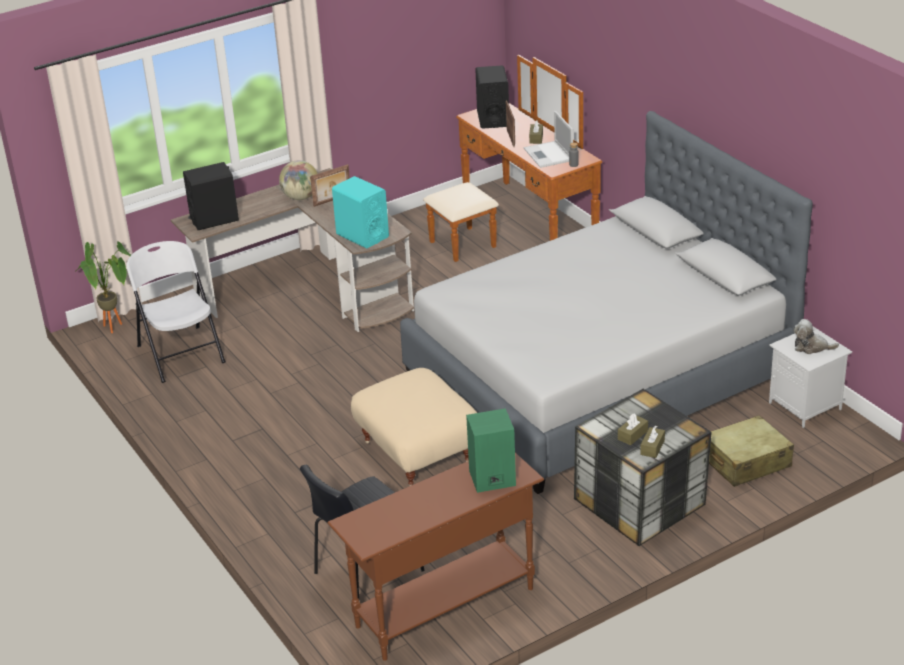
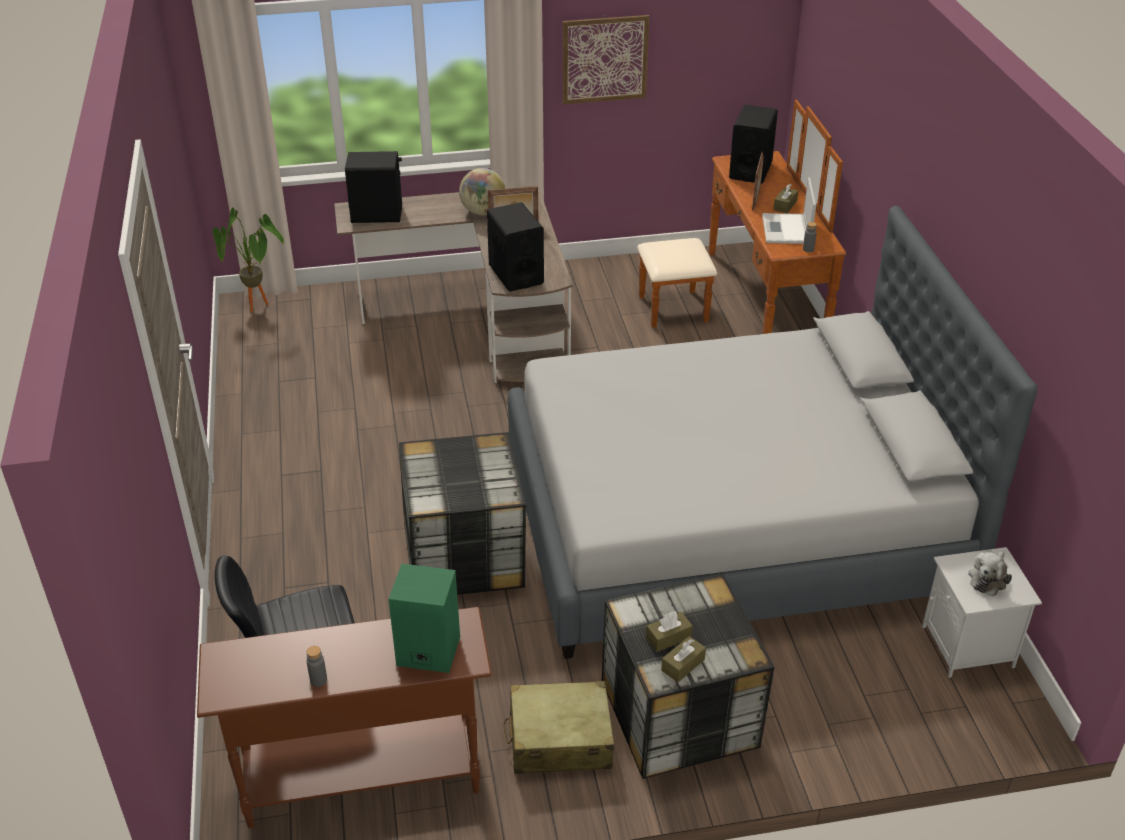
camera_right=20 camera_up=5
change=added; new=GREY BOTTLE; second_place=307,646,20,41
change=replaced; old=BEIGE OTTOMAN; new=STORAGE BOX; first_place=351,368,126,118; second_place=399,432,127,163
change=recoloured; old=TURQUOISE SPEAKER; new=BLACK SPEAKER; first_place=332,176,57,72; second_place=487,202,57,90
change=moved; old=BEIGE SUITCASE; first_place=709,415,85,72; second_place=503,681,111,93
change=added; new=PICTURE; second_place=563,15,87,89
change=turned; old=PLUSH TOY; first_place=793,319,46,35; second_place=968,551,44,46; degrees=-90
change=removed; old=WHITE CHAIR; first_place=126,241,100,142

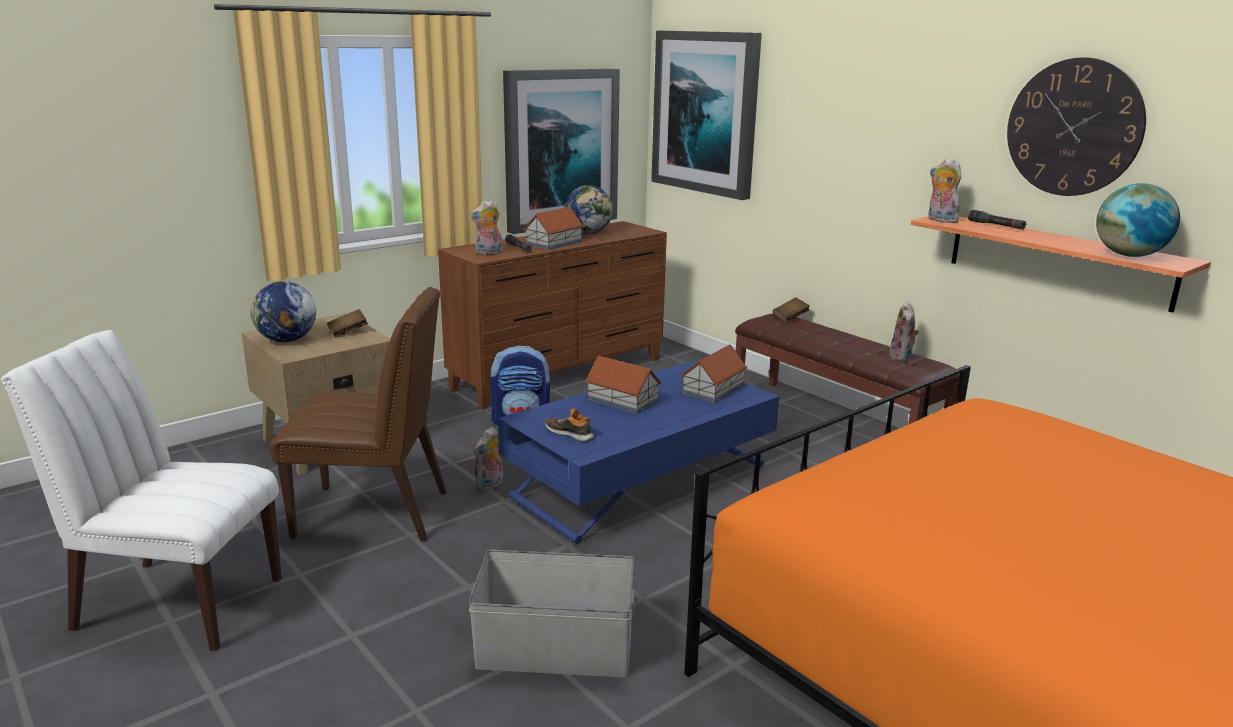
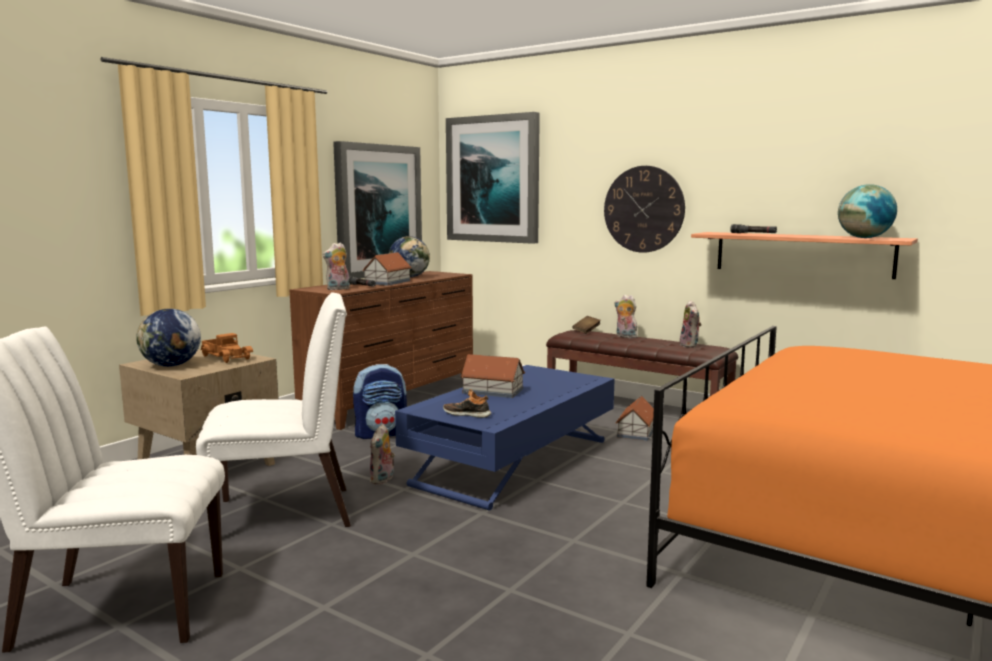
camera_right=-15 camera_up=-10
change=recoloured; old=BROWN CHAIR; new=WHITE CHAIR; first_place=270,287,177,254; second_place=196,292,155,235
change=replaced; old=BROWN BOOK; new=TOY TRUCK; first_place=327,309,41,29; second_place=201,333,52,30
change=moved; old=WALL CLOCK; first_place=1007,57,139,139; second_place=604,166,81,87
change=moved; old=PLUSH TOY; first_place=928,158,34,65; second_place=614,295,24,43
change=moved; old=TOY HOUSE; first_place=681,345,67,58; second_place=616,396,38,45
change=removed; old=GREY STORAGE BOX; first_place=469,549,166,128

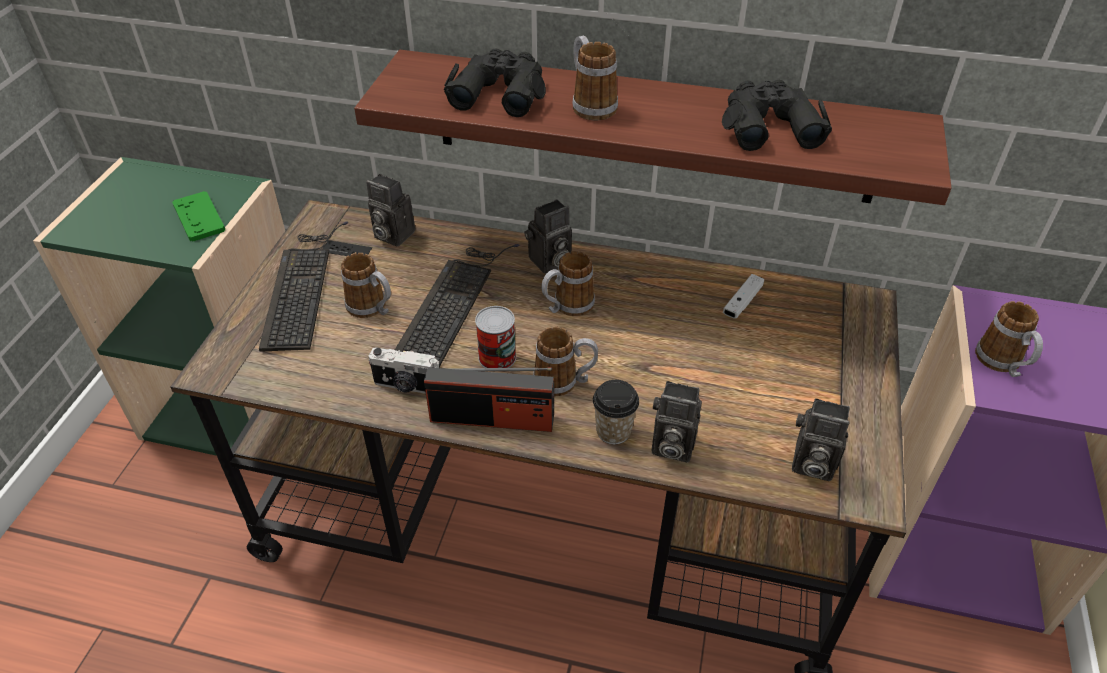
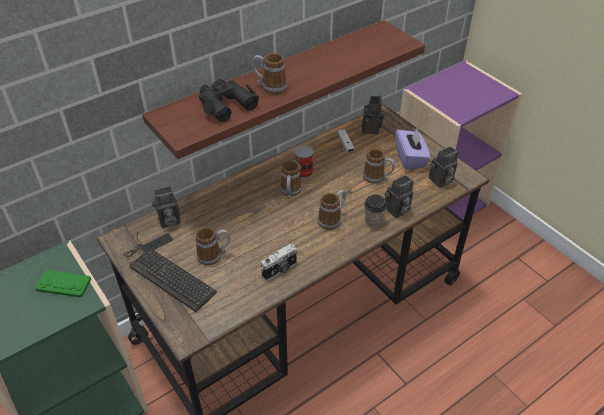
camera_right=-50 camera_up=0
change=moved; old=CAN; first_place=475,306,41,62; second_place=294,145,20,33
change=moved; old=PHOTO CAMERA; first_place=524,199,48,75; second_place=362,95,23,39
change=moved; old=MUG; first_place=975,301,68,76; second_place=363,149,32,35
change=added; new=PURPLE TISSUE BOX; second_place=395,128,36,42
change=removed; old=KEYBOARD; first_place=395,244,125,123
change=removed; old=RADIO; first_place=424,367,130,65
change=removed; old=BLACK BINOCULARS; first_place=722,80,110,71

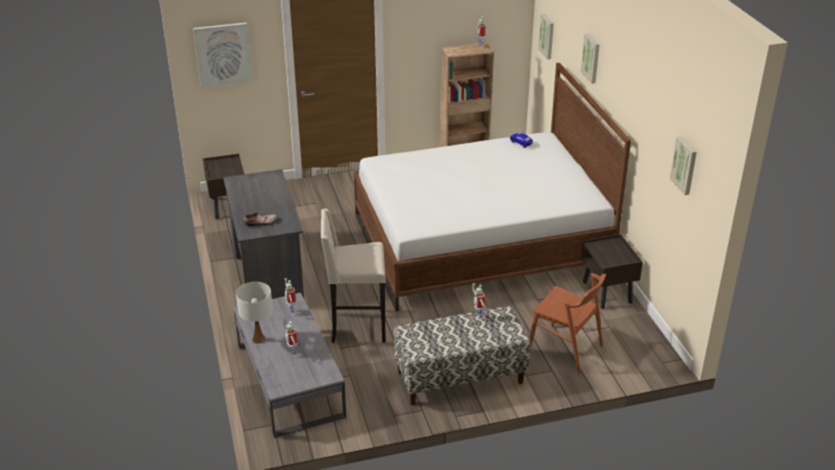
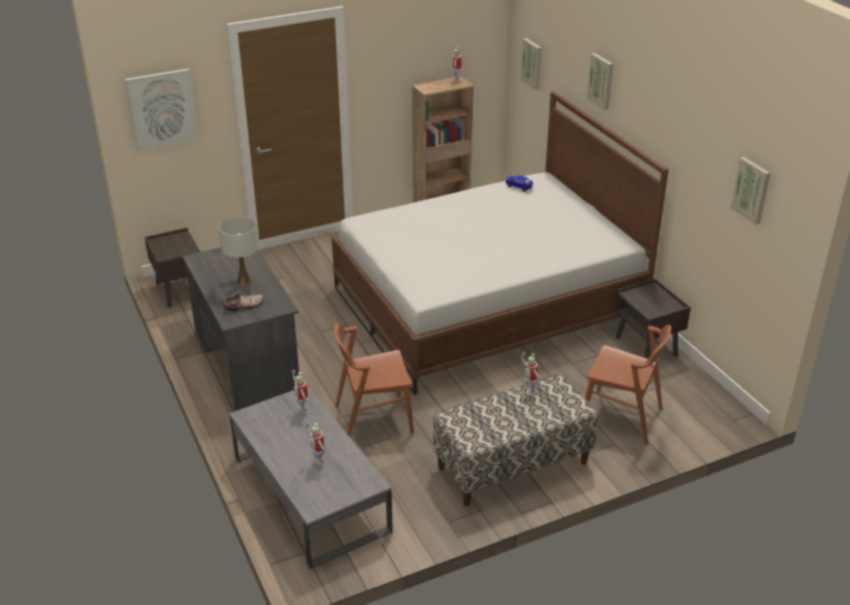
camera_right=-10 camera_up=0
change=moved; old=WHITE TABLE LAMP; first_place=236,282,37,62; second_place=219,216,40,69
change=replaced; old=BEIGE STOOL; new=BROWN CHAIR; first_place=321,209,65,134; second_place=334,323,80,114

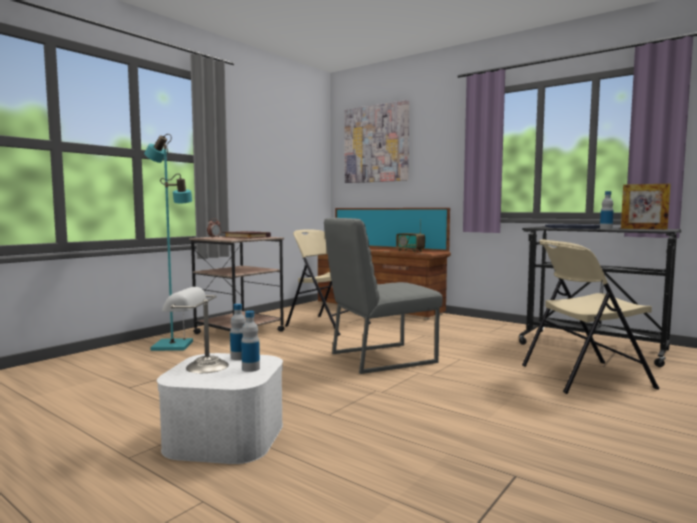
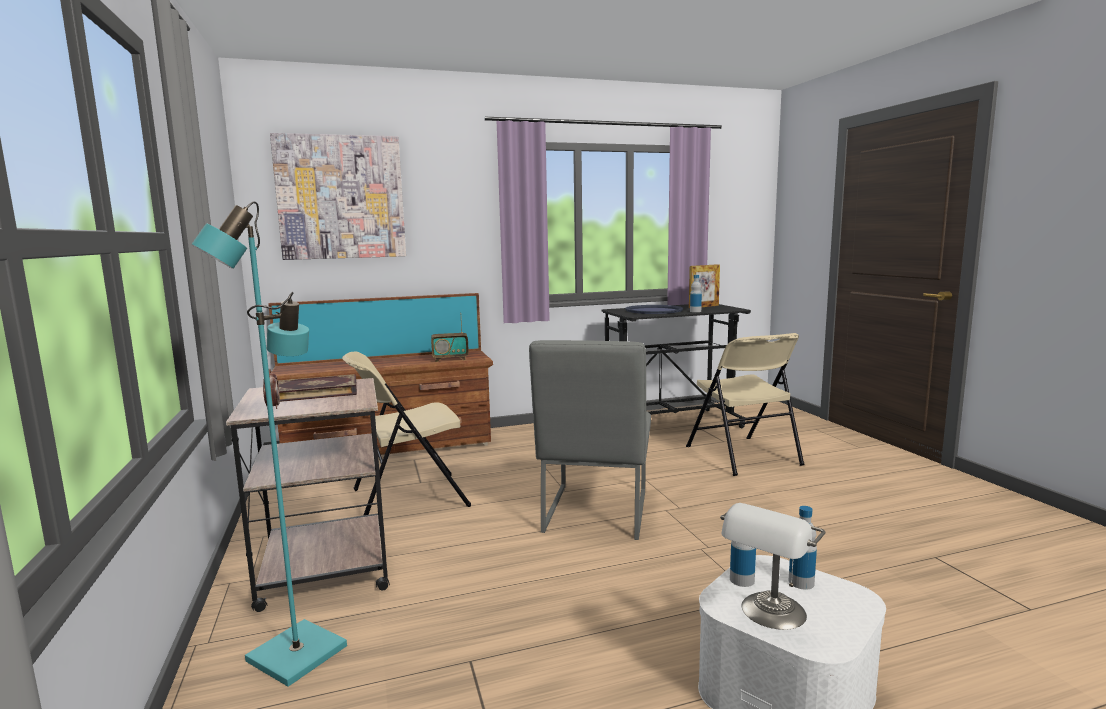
camera_right=-55 camera_up=5
change=turned; old=BEIGE CHAIR; first_place=522,239,137,155; second_place=686,333,119,143; degrees=-45

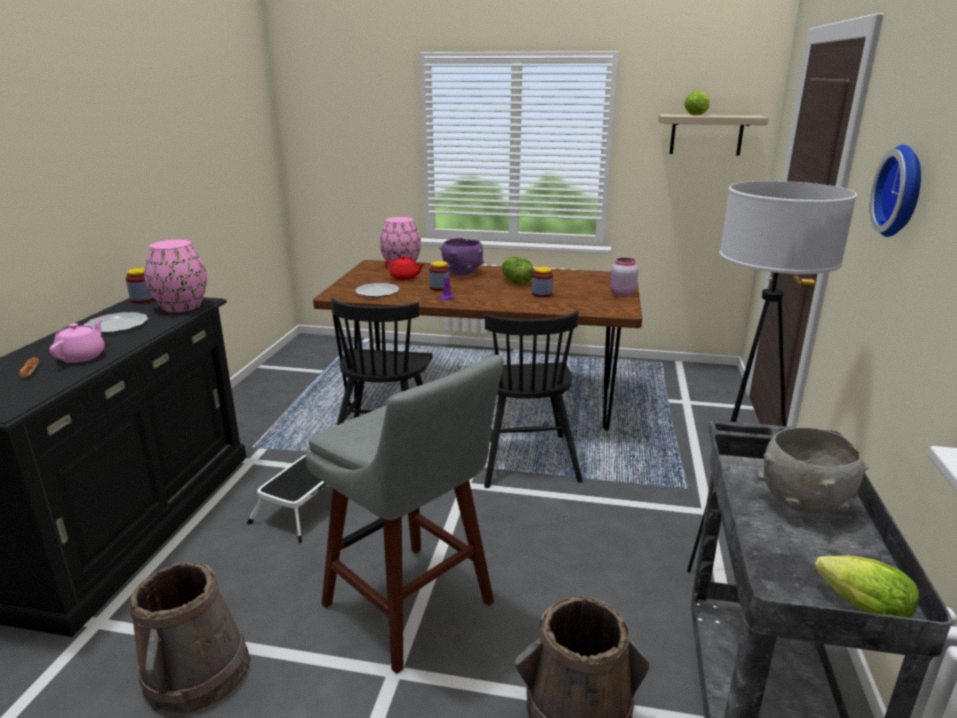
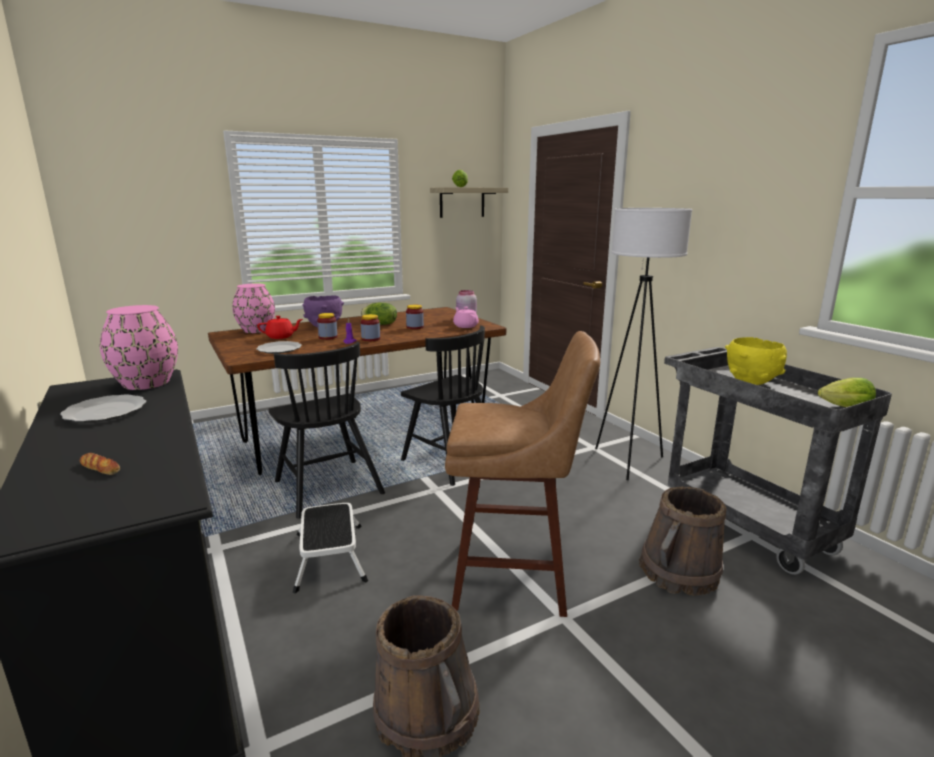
camera_right=-40 camera_up=-5
change=moved; old=JAR; first_place=126,268,29,36; second_place=361,314,19,27
change=recoloured; old=GREY STOOL; new=BROWN STOOL; first_place=306,355,198,319; second_place=445,331,155,286
change=moved; old=PINK TEAPOT; first_place=49,318,56,45; second_place=453,307,26,21
change=recoloured; old=GREY BOWL; new=YELLOW BOWL; first_place=757,428,112,86; second_place=725,337,62,48
change=removed; old=WALL CLOCK; first_place=870,145,51,92

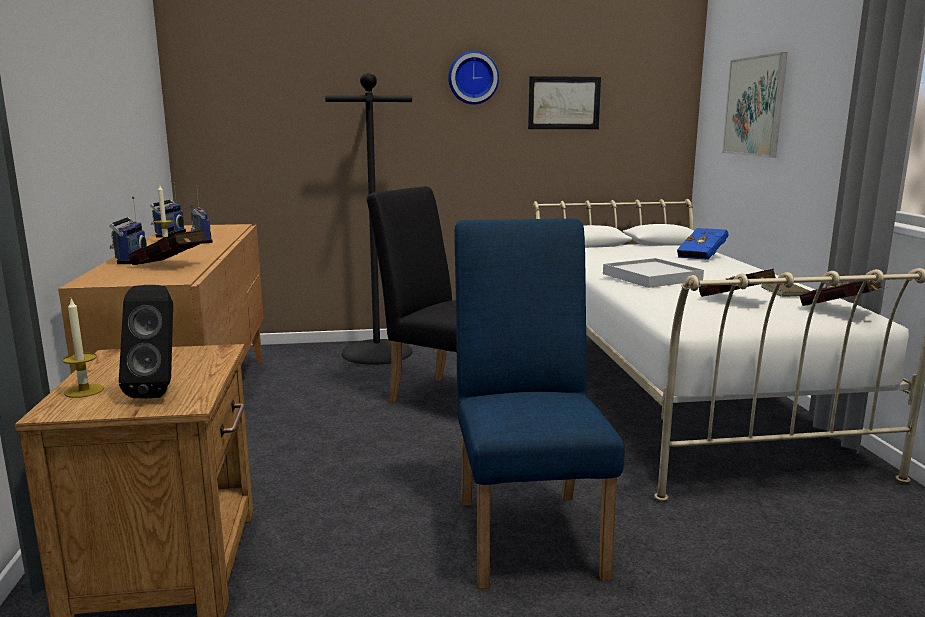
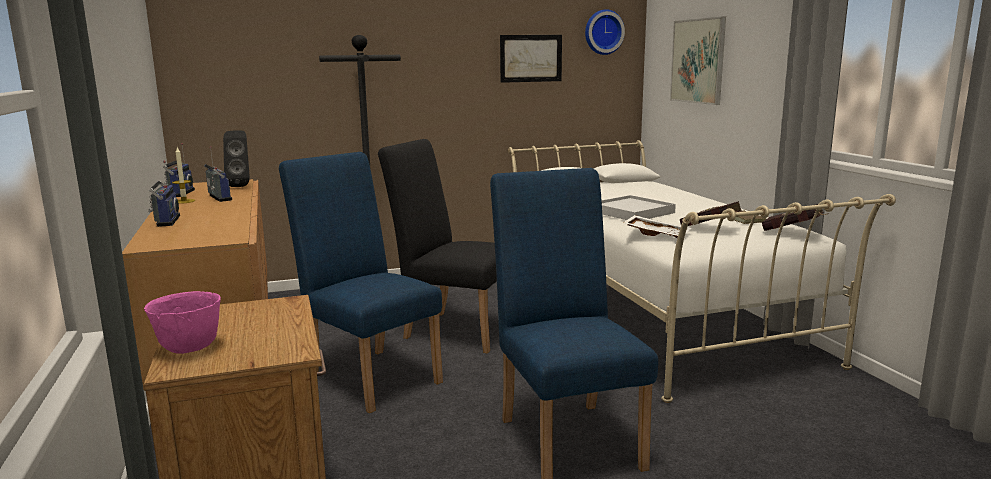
camera_right=-10 camera_up=0
change=replaced; old=CANDLE; new=PINK BOWL; first_place=63,299,41,99; second_place=144,291,77,63
change=moved; old=BLACK SPEAKER; first_place=119,285,54,113; second_place=223,130,27,57
change=added; new=BLUE CHAIR; second_place=279,152,164,261
change=moved; old=WALL CLOCK; first_place=448,51,51,54; second_place=585,9,40,46
change=added; new=WHITE TRAY; second_place=623,215,68,23
change=removed; old=RED BOOK; first_place=129,230,79,35
change=removed; old=BLUE BOOK; first_place=677,228,51,32

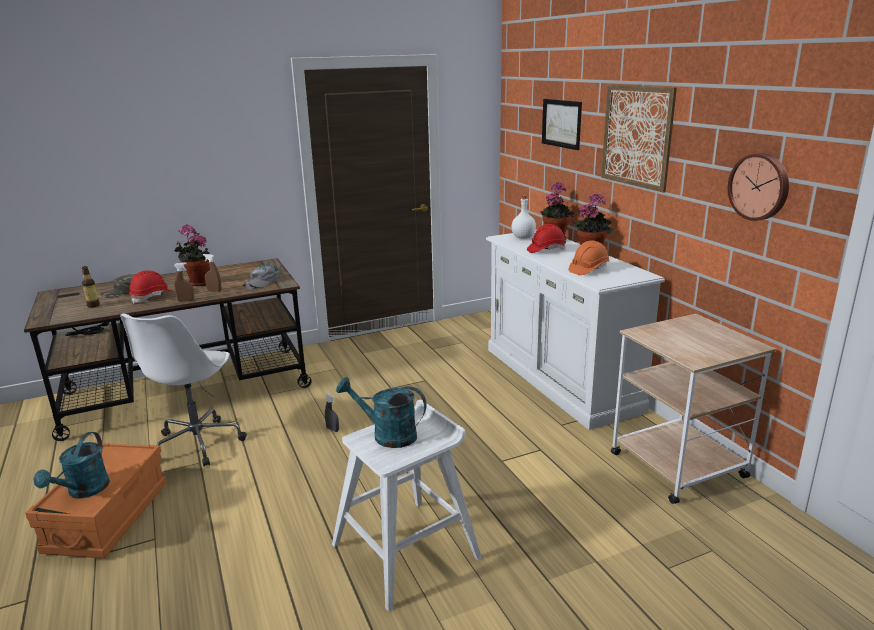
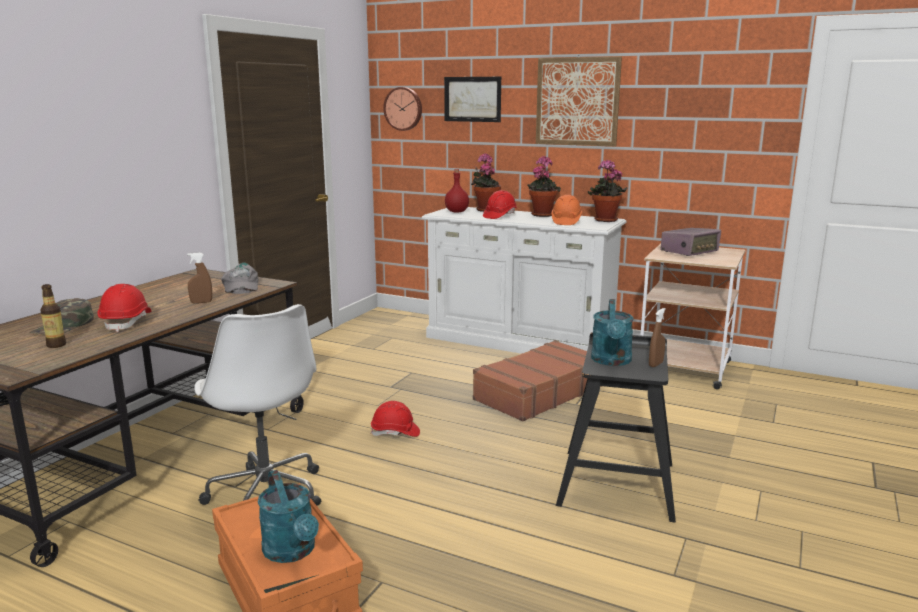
camera_right=-40 camera_up=-5
change=replaced; old=GREY SPRAY BOTTLE; new=RED HARD HAT; first_place=325,394,14,38; second_place=371,401,49,36
change=moved; old=WALL CLOCK; first_place=728,153,61,68; second_place=383,87,39,44
change=recoloured; old=WHITE BOTTLE; new=RED BOTTLE; first_place=511,195,25,44; second_place=445,169,24,44
change=added; new=BROWN SUITCASE; second_place=473,340,129,82
change=recoloured; old=WHITE STOOL; new=BLACK STOOL; first_place=332,400,150,212; second_place=556,332,120,191
change=moved; old=POTTED PLANT; first_place=174,224,36,62; second_place=588,160,40,62
change=turned; old=TURQUOISE WATERING CAN; first_place=336,377,91,71; second_place=591,299,43,67; degrees=-60
change=moved; old=BROWN SPRAY BOTTLE; first_place=174,262,20,40; second_place=649,308,17,59
change=added; new=RADIO; second_place=660,228,61,28

